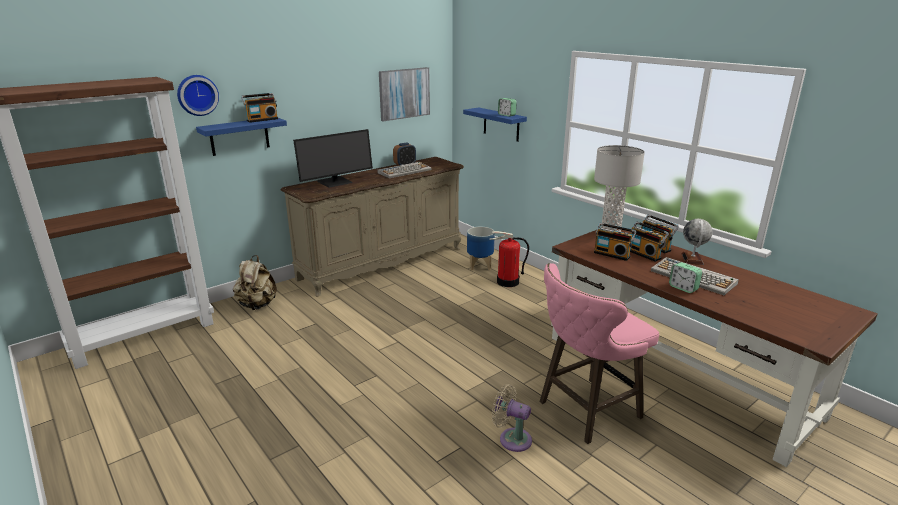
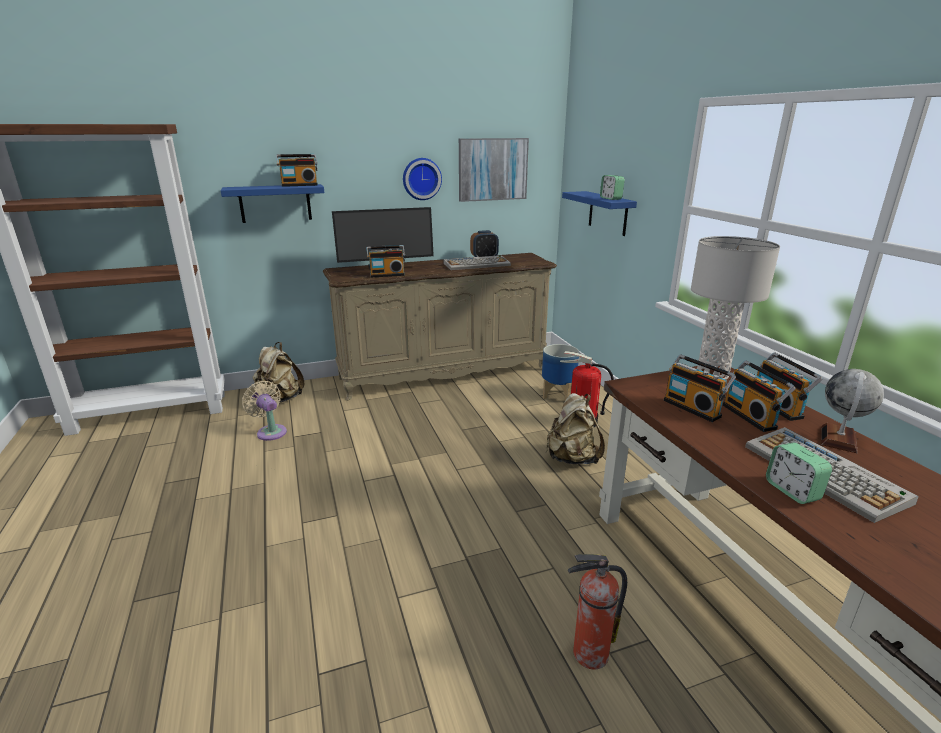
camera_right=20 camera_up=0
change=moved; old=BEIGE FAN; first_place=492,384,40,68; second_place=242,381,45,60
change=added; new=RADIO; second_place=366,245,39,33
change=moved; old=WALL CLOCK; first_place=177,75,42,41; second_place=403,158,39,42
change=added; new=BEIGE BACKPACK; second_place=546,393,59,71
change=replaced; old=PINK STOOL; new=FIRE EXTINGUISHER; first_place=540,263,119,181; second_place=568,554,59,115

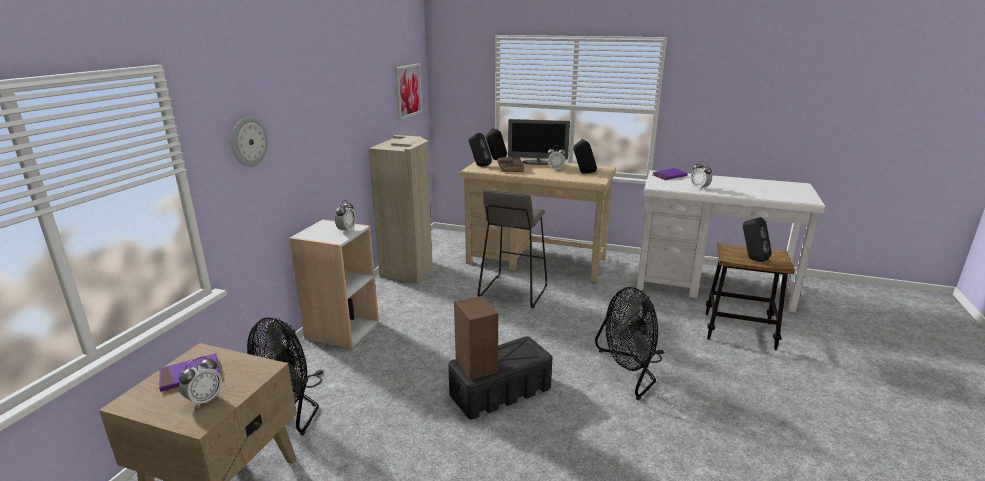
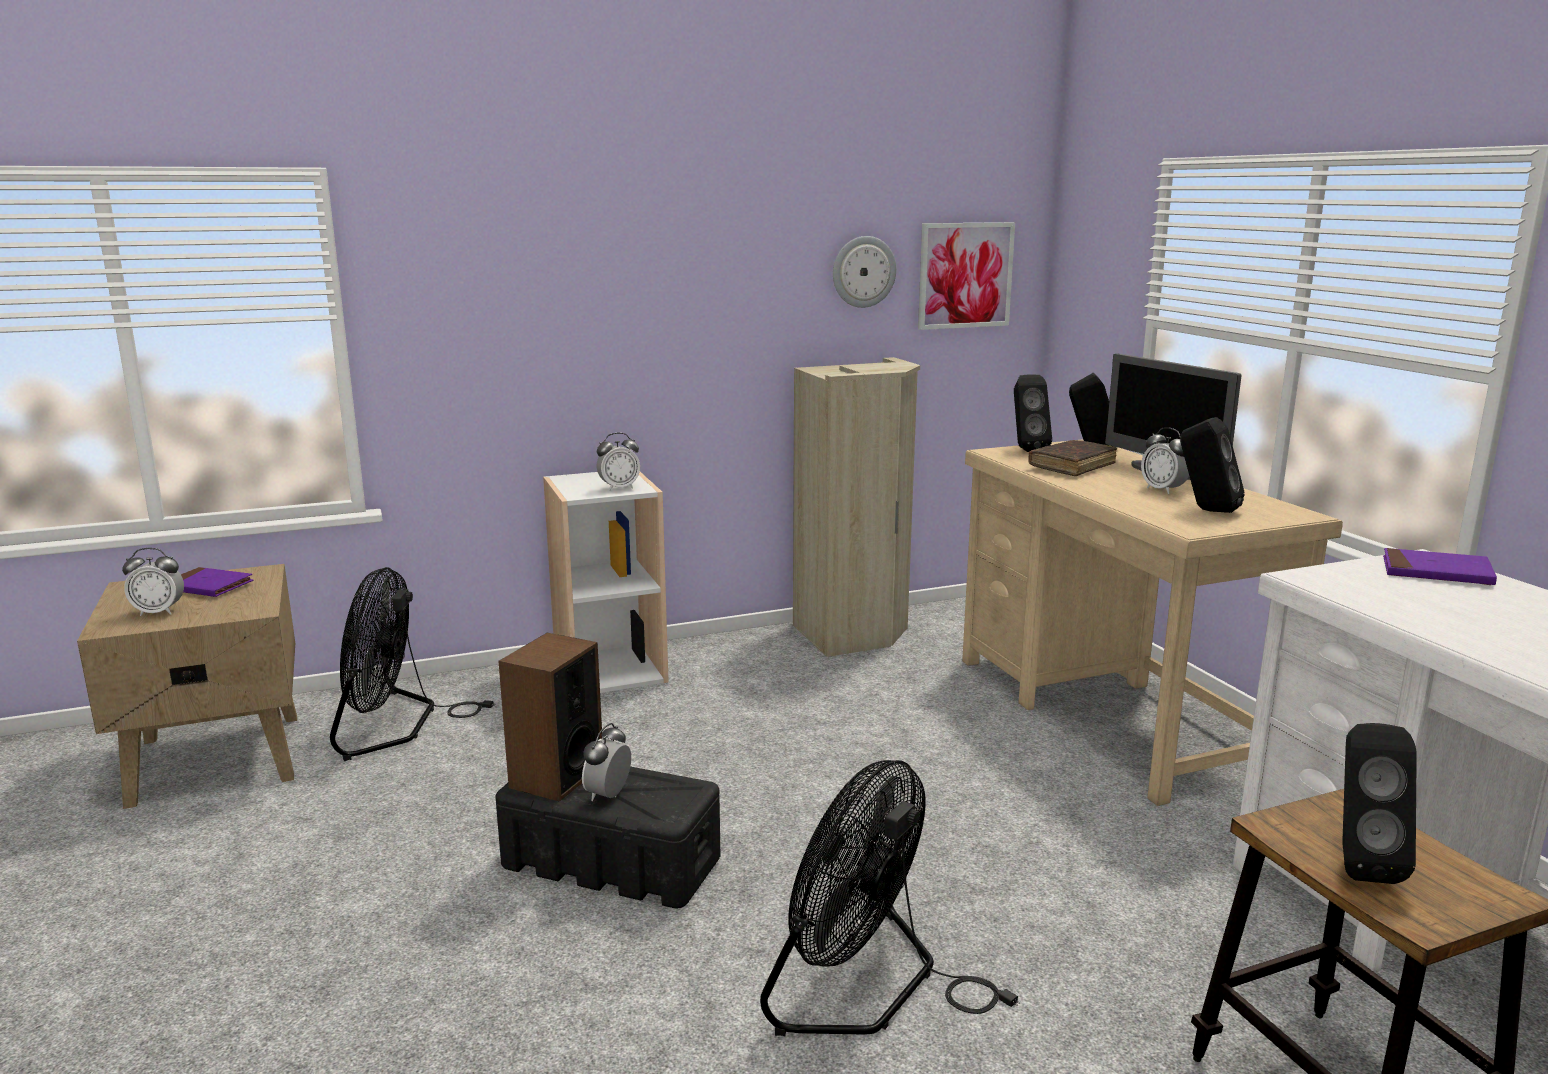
camera_right=50 camera_up=-5
change=moved; old=ALARM CLOCK; first_place=691,161,21,29; second_place=582,723,49,78
change=moved; old=WALL CLOCK; first_place=232,116,36,51; second_place=833,236,63,72
change=removed; old=GREY STOOL; first_place=477,190,70,118

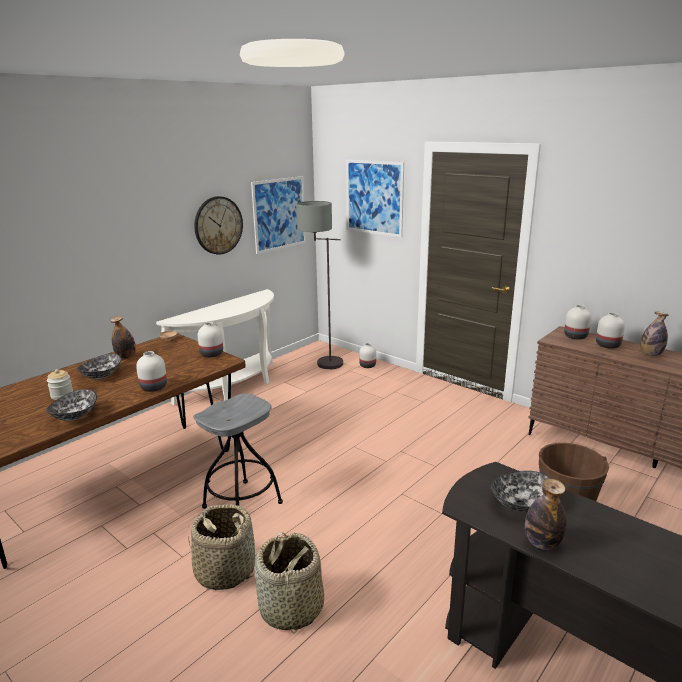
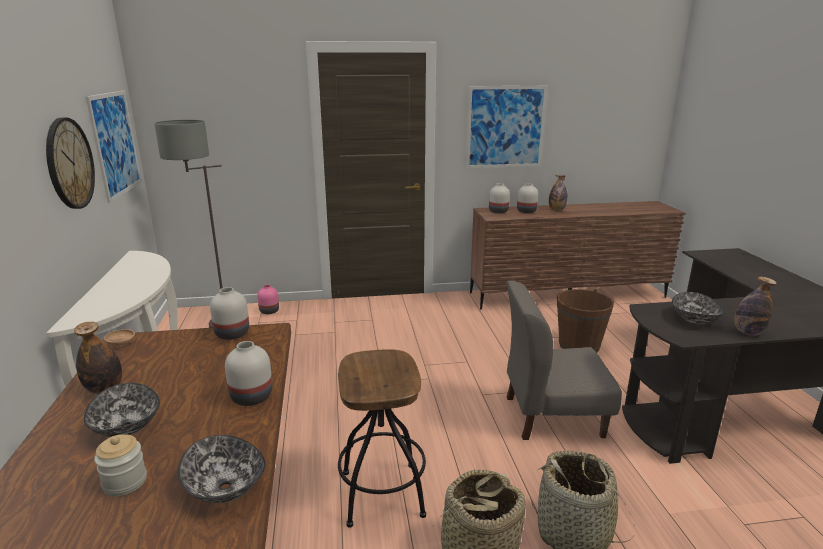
camera_right=-50 camera_up=0
change=recoloured; old=WHITE VASE; new=PINK VASE; first_place=359,343,17,25; second_place=257,285,22,29
change=recoloured; old=GREY STOOL; new=BROWN STOOL; first_place=193,393,90,116; second_place=338,349,88,179
change=moved; old=PICTURE; first_place=346,160,58,78; second_place=466,86,82,82
change=added; new=GREY CHAIR; second_place=506,281,116,159

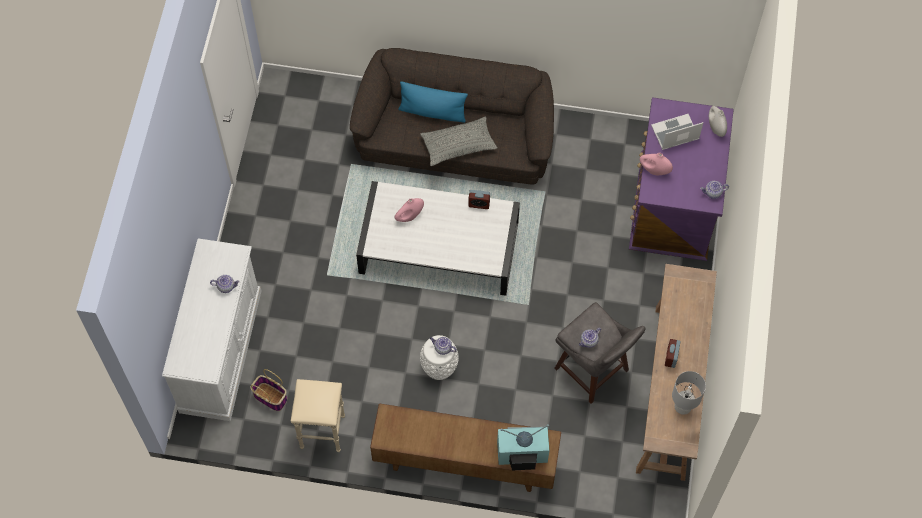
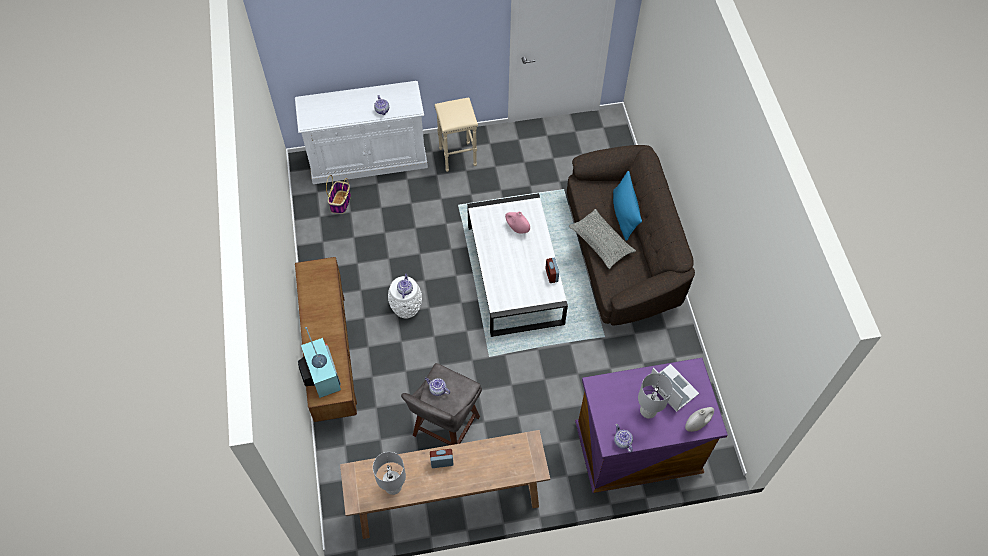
camera_right=70 camera_up=-5
change=moved; old=BEIGE STOOL; first_place=291,379,54,73; second_place=435,98,43,74
change=added; new=GREY TABLE LAMP; second_place=638,373,35,46
change=removed; old=PINK VASE; first_place=640,153,33,22

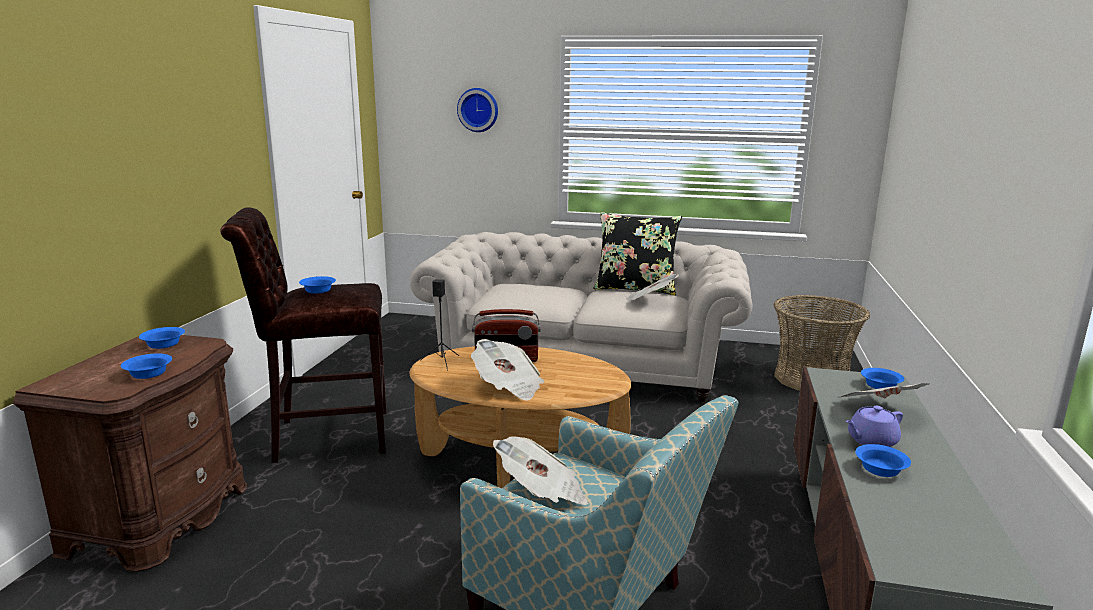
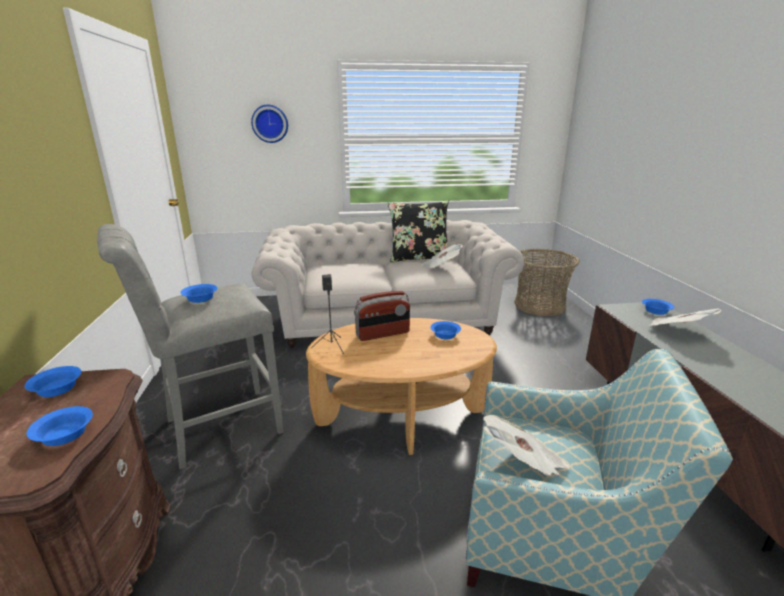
camera_right=-20 camera_up=5
change=recoloured; old=BROWN STOOL; new=GREY STOOL; first_place=220,207,167,256; second_place=97,224,187,245
change=moved; old=BLUE BOWL; first_place=855,444,56,33; second_place=430,321,31,18
change=removed; old=NEWSPAPER; first_place=471,339,73,62
change=removed; old=PURPLE TEAPOT; first_place=846,406,57,41

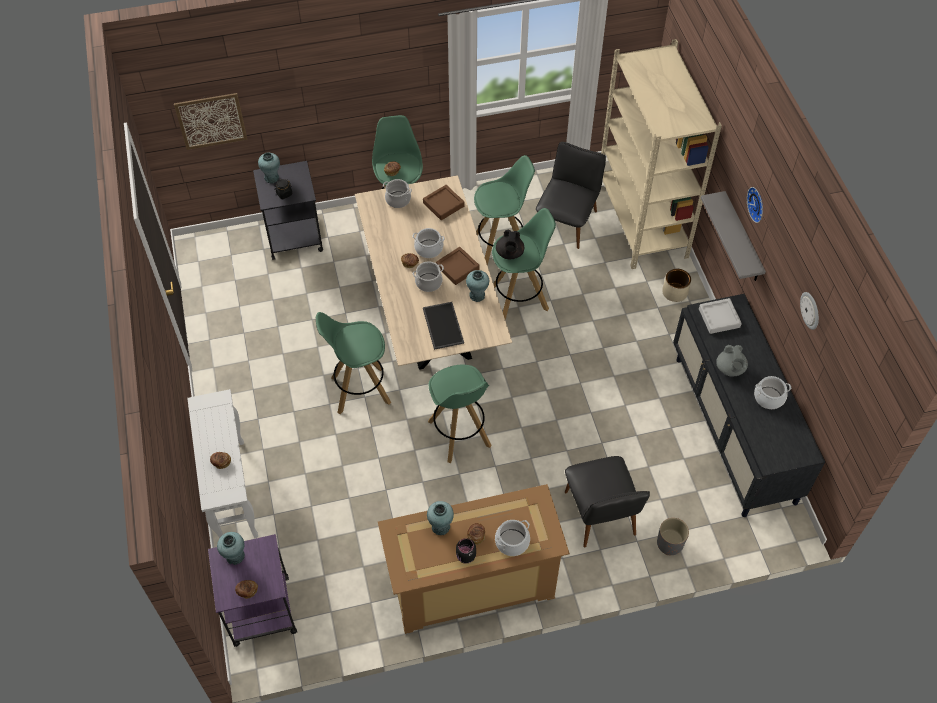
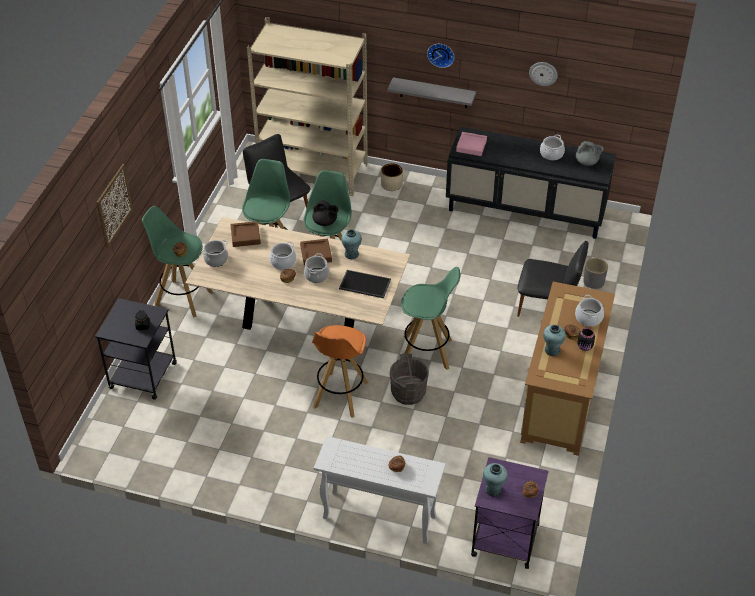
camera_right=-60 camera_up=-10
change=moved; old=PICTURE; first_place=174,93,73,57; second_place=96,164,37,84
change=recoloured; old=GREEN STOOL; new=ORANGE STOOL; first_place=316,312,75,102; second_place=312,325,56,93
change=added; new=GREY BUCKET; second_place=390,353,39,52
change=recoloured; old=GREY TRAY; new=PINK TRAY; first_place=699,298,43,36; second_place=456,132,31,24
change=moved; old=GREY TEAPOT; first_place=716,345,32,32; second_place=576,141,28,25
change=removed; old=TURQUOISE VASE; first_place=258,152,22,31

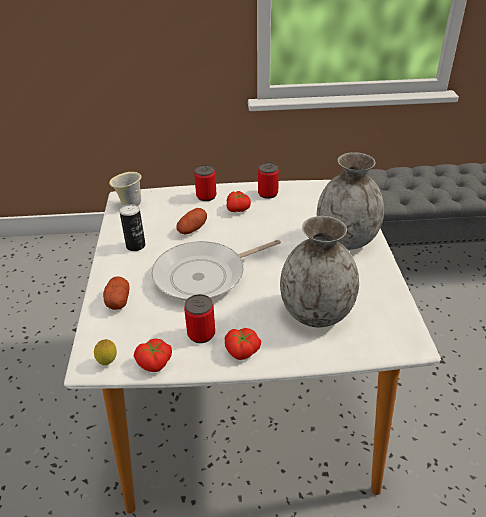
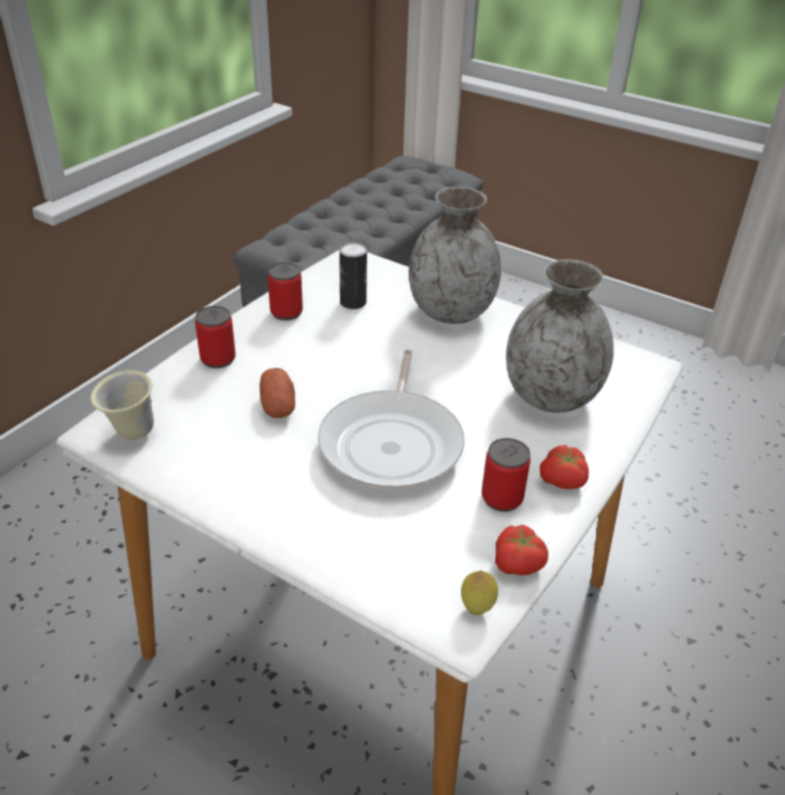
camera_right=-55 camera_up=0
change=moved; old=CAN; first_place=119,204,26,47; second_place=339,242,28,67
change=removed; old=POTATO; first_place=103,276,26,34
change=removed; old=TOMATO; first_place=227,191,24,21

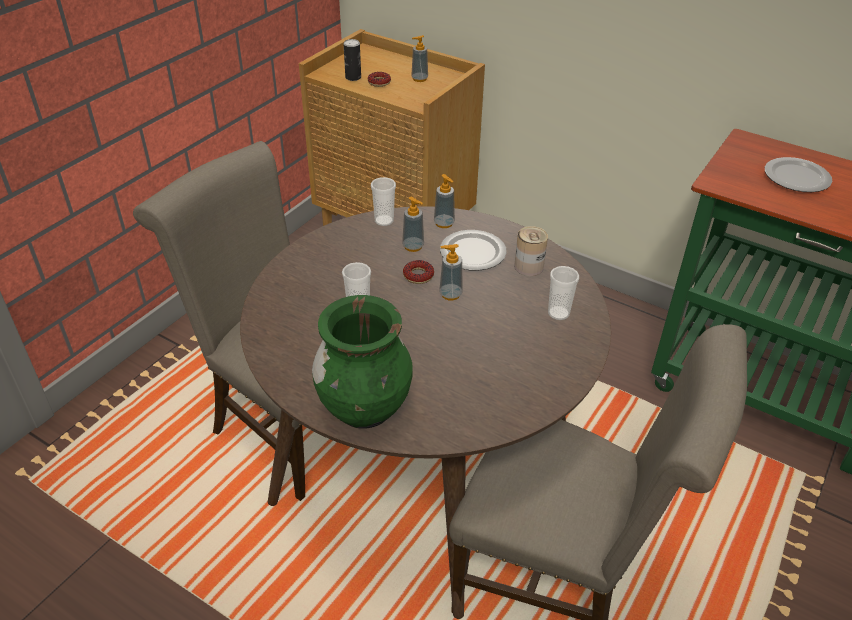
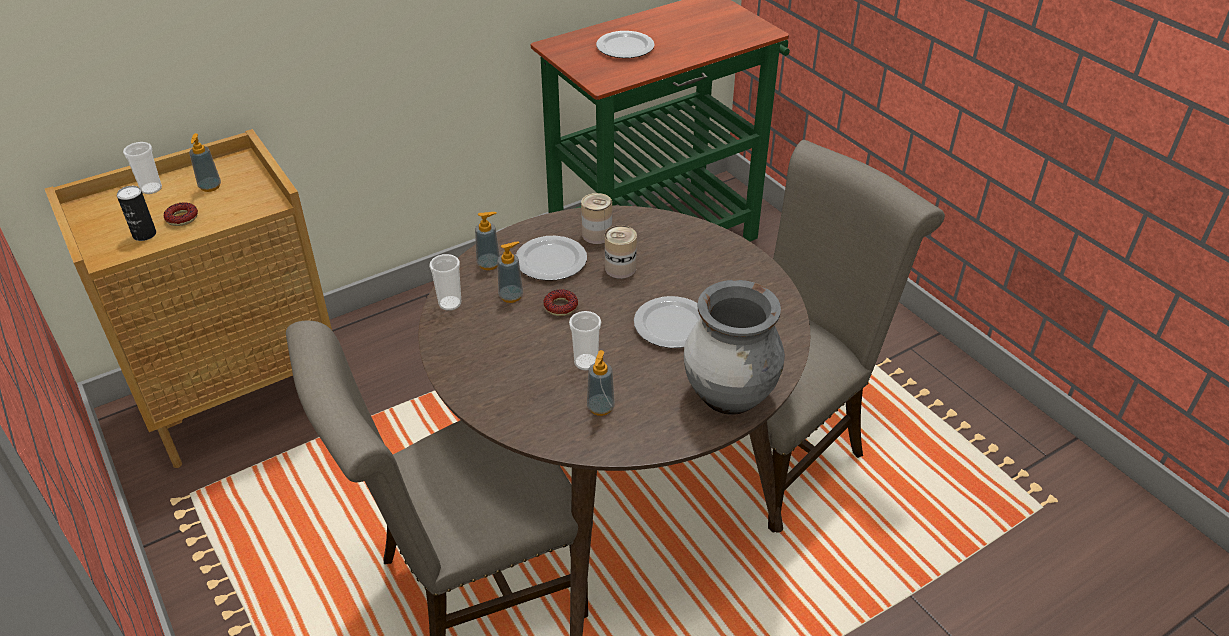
camera_right=-65 camera_up=0
change=moved; old=CUP; first_place=548,266,31,54; second_place=123,142,39,52
change=moved; old=SOAP DISPENSER; first_place=439,244,24,56; second_place=587,350,28,66
change=added; new=CAN; second_place=605,225,32,54
change=added; new=PLATE; second_place=634,296,67,52
change=recoloured; old=GREEN VASE; new=GREY VASE; first_place=312,295,100,134; second_place=684,280,101,135

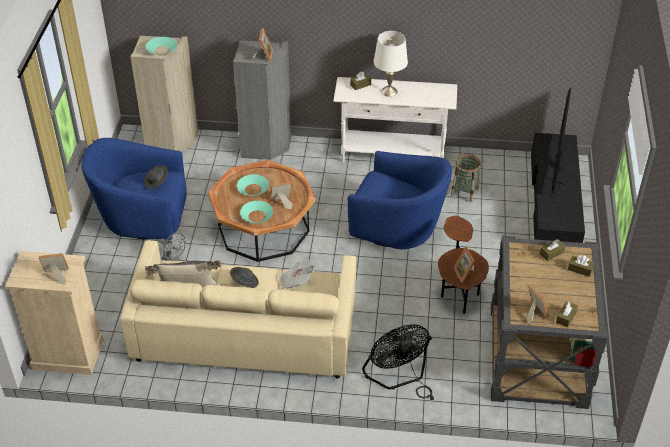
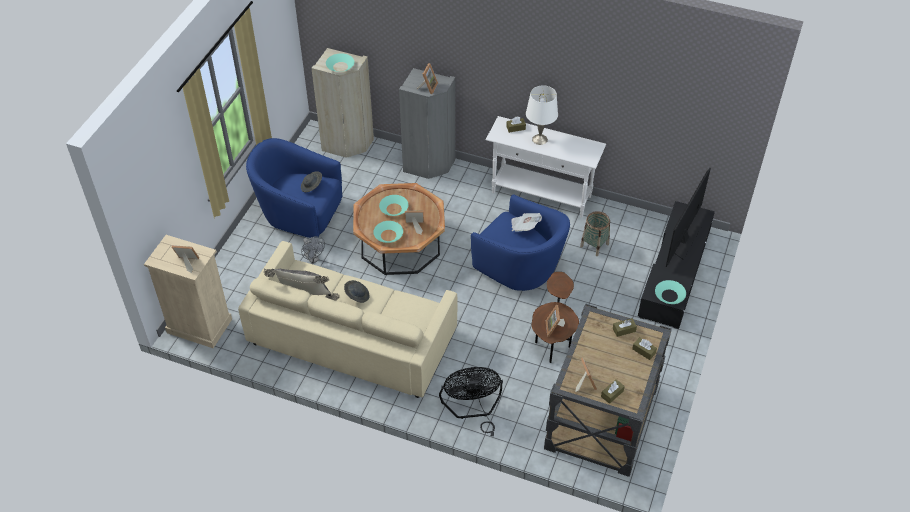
camera_right=15 camera_up=5
change=moved; old=NEWSPAPER; first_place=278,260,37,29; second_place=511,213,31,19
change=added; new=TURQUOISE BOWL; second_place=655,280,31,24

